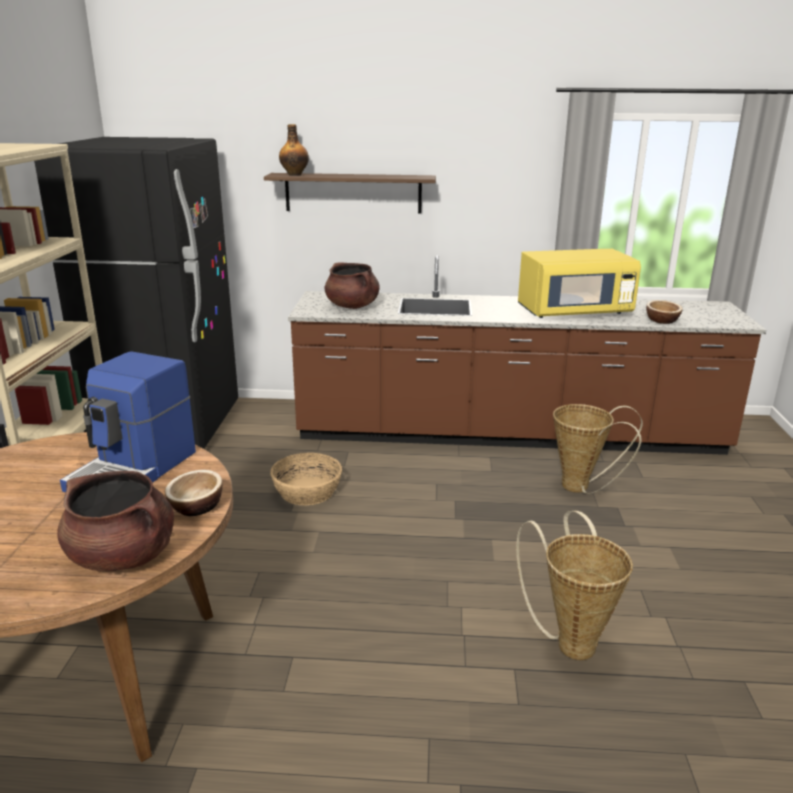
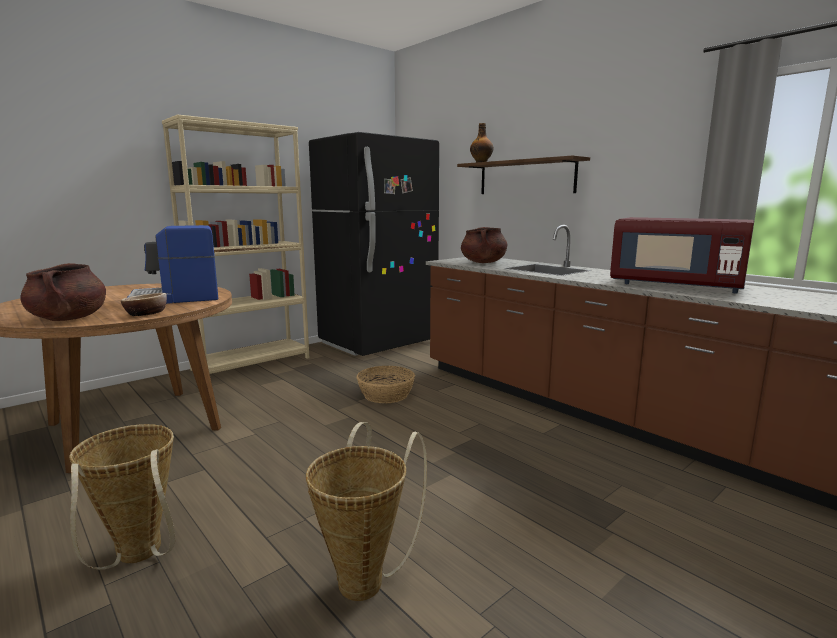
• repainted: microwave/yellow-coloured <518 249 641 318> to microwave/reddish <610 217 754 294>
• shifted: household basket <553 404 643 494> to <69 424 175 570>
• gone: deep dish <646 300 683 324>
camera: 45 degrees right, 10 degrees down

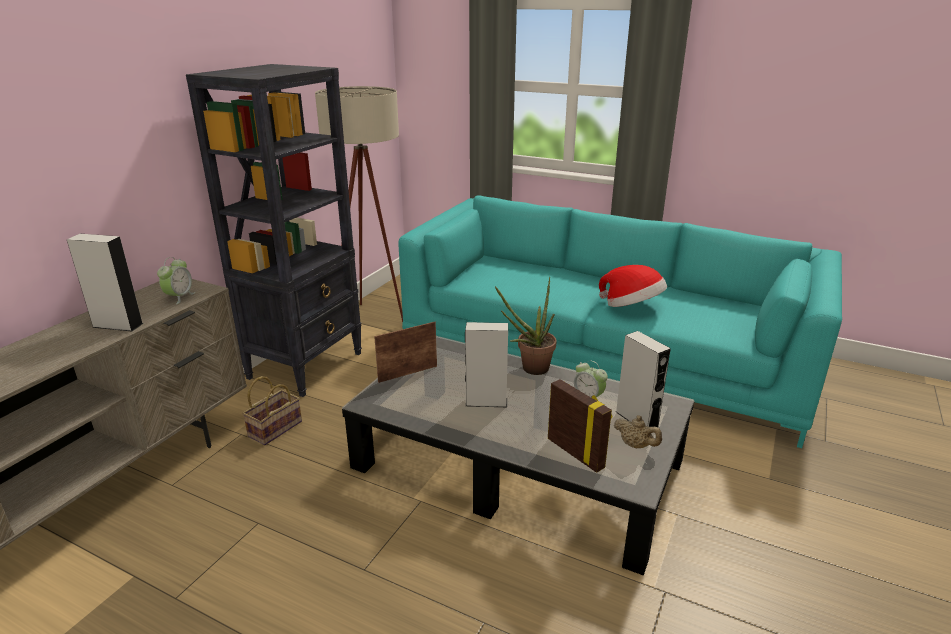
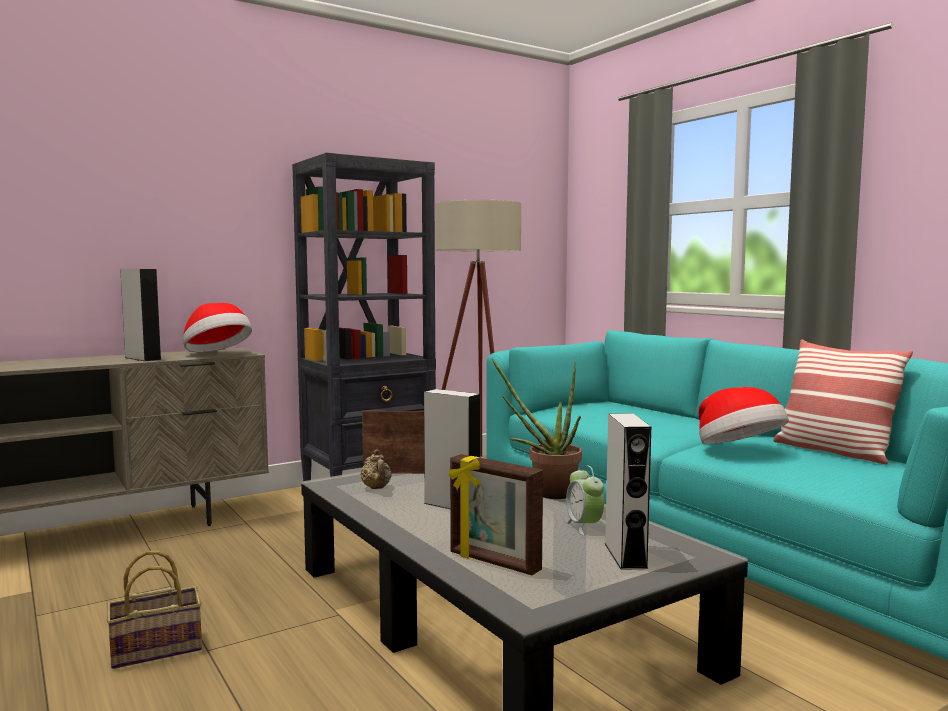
• swapped: table clock <157 257 195 304> to hat <183 303 252 352>
• shifted: household basket <242 376 302 445> to <107 551 202 669>
• rotated: standing frame <548 379 612 473> = <448 454 543 575> 135 degrees clockwise
• shifted: pot for tea/sand-coloured <614 415 662 448> to <360 450 392 489>
• new: throw pillow <773 340 913 465>
camera: 30 degrees right, 20 degrees down

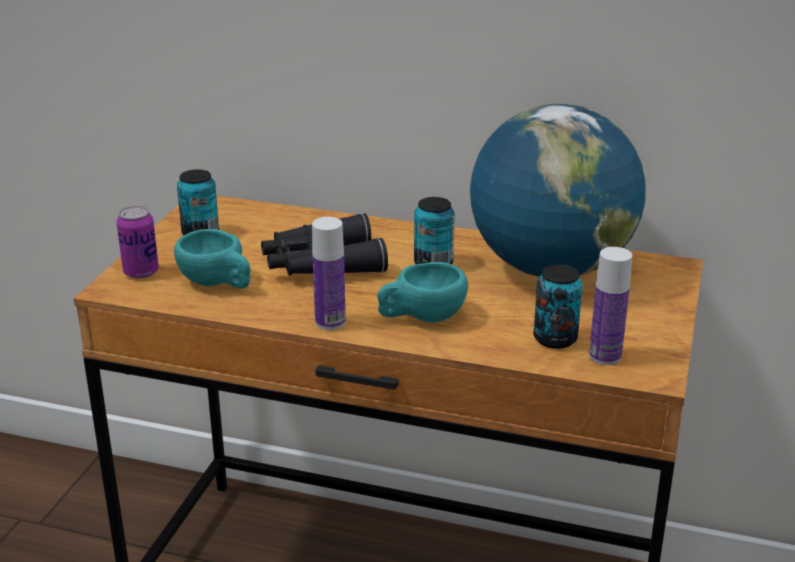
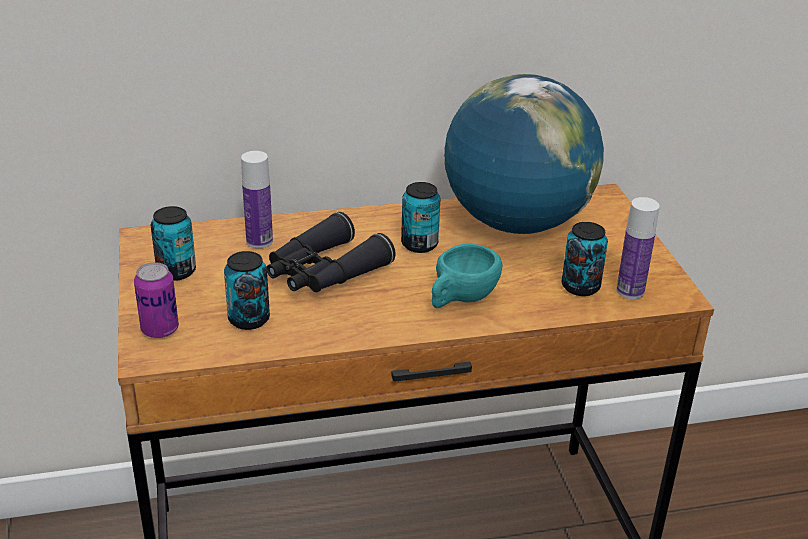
• swapped: drinking cup/blue-green <174 229 251 289> to can <224 251 270 330>
• shifted: drink bottle <312 217 346 330> to <241 151 273 249>
camera: 30 degrees left, 5 degrees up

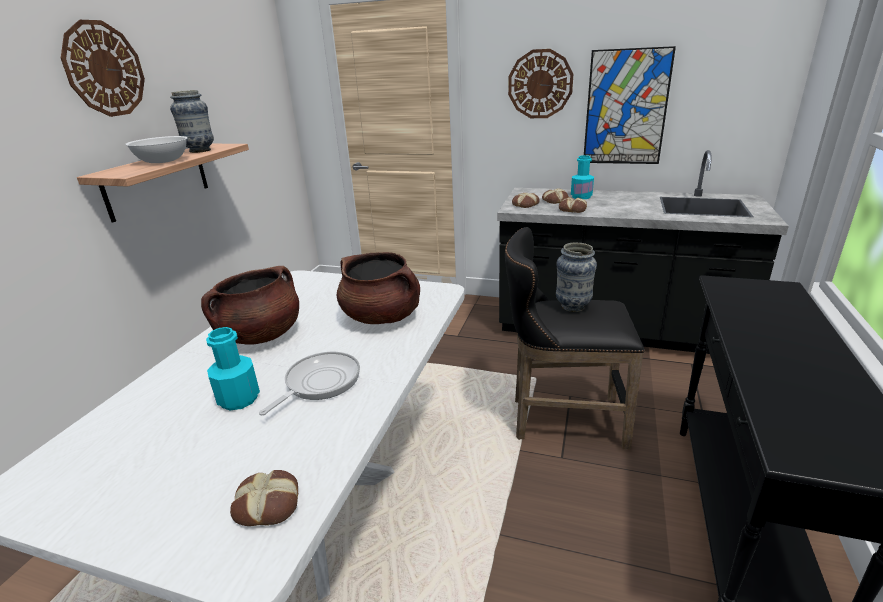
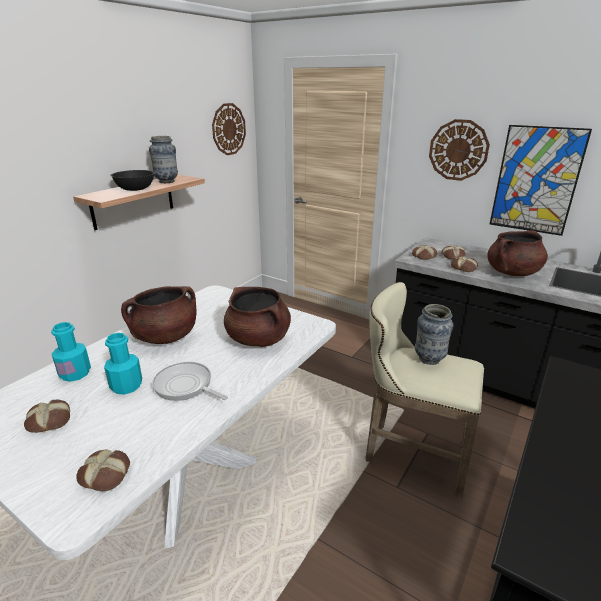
• shifted: hanging clock <61 20 145 117> to <212 103 246 155>
• repainted: deep dish/whitish <125 136 188 163> to deep dish/blackish <110 170 155 191>
• rotated: skillet <259 352 360 415> = <152 362 228 401> 105 degrees counterclockwise
• repainted: sitting stool/blackish <505 227 645 449> to sitting stool/sand-coloured <365 282 484 496>
• shifted: drink bottle/blue-green <571 155 594 199> to <51 322 91 382>
• new: bakery bread <24 400 70 433>
• new: saucepot/brown-coloured <488 231 548 276>
camera: 15 degrees right, 0 degrees up

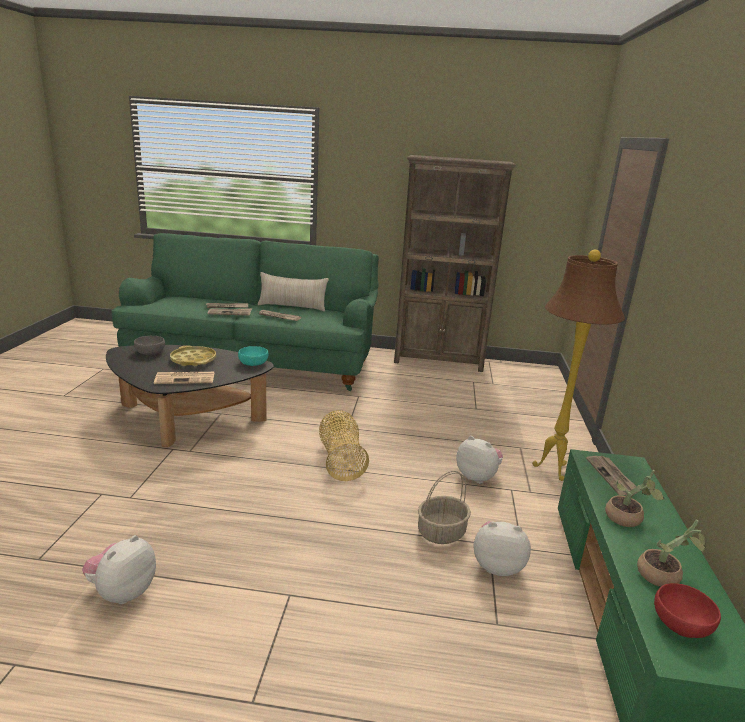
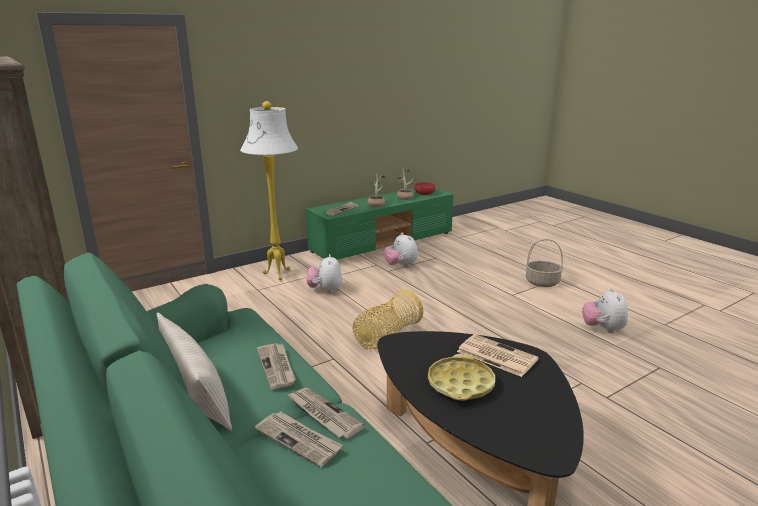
• rotated: cuddly toy <82 535 156 604> = <582 288 628 333> 105 degrees clockwise
• gone: deep dish/grey <134 336 165 355>
• gone: deep dish/blue-green <238 346 268 366>
• shifted: household basket <418 471 471 544> to <526 239 563 287>
• repainted: standing lamp/brown-coloured <532 250 625 481> to standing lamp/whitish <240 101 298 280>
camera: 130 degrees left, 0 degrees up

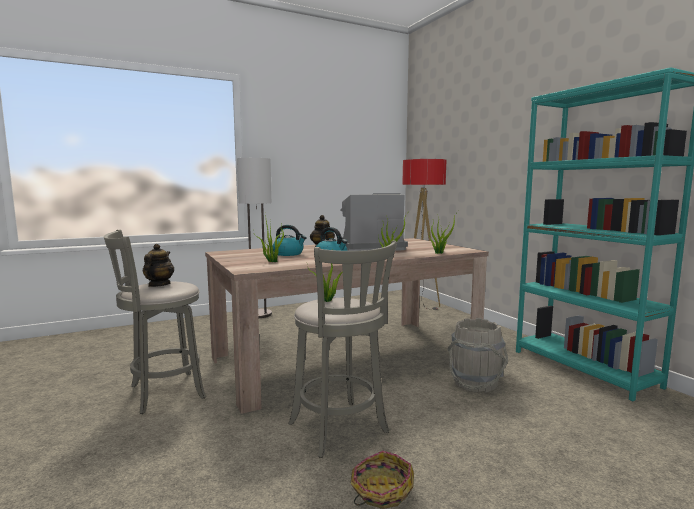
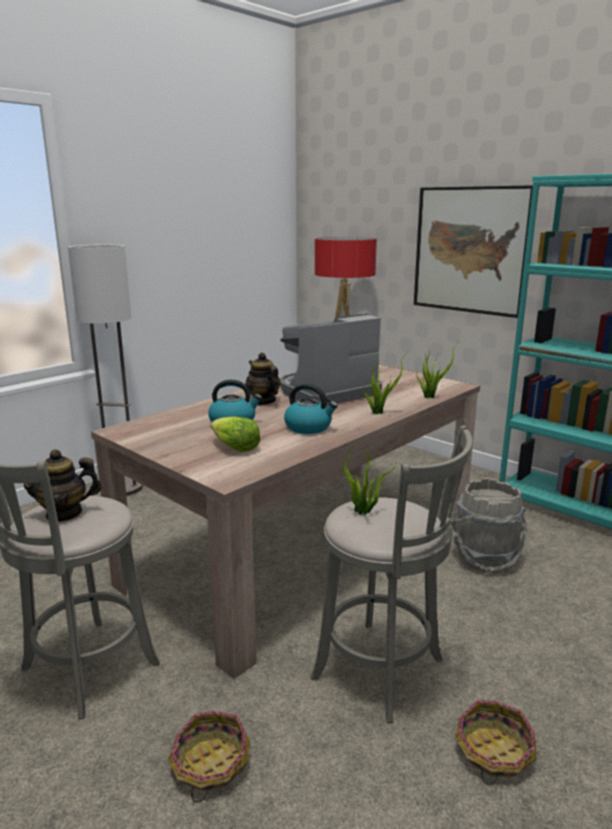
• rotated: pot for tea <143 244 175 287> = <24 449 102 522> 90 degrees counterclockwise
• swapped: houseplant <254 215 284 262> to head of lettuce <210 416 260 452>
• new: household basket <168 711 251 803>
• new: picture <414 185 533 318>
camera: 20 degrees left, 10 degrees up

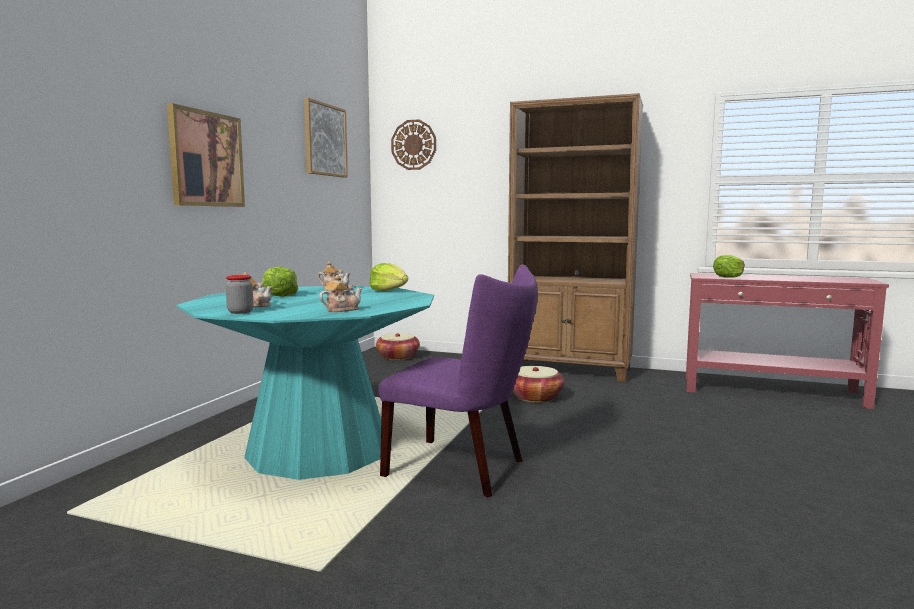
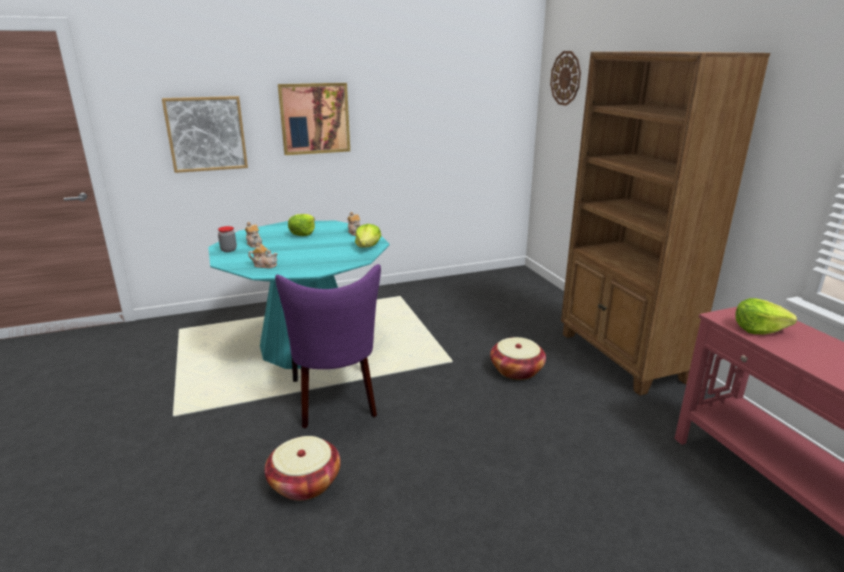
• shifted: picture <304 98 348 178> to <162 96 248 173>
• shifted: household basket <376 333 420 360> to <265 436 341 501>
camera: 50 degrees right, 15 degrees up

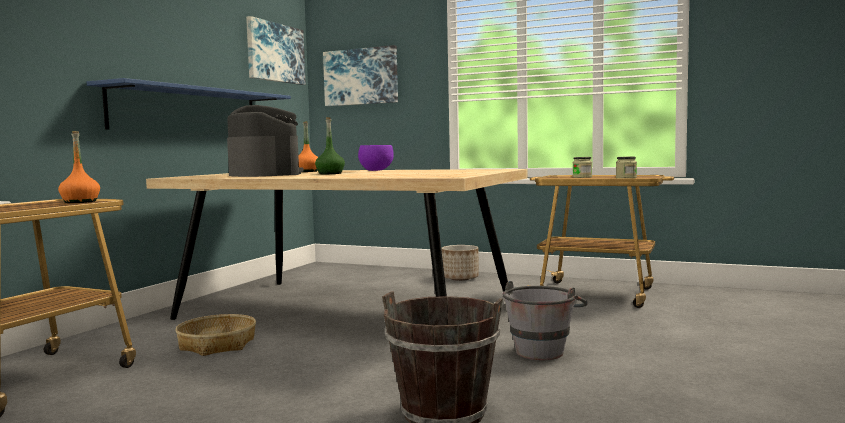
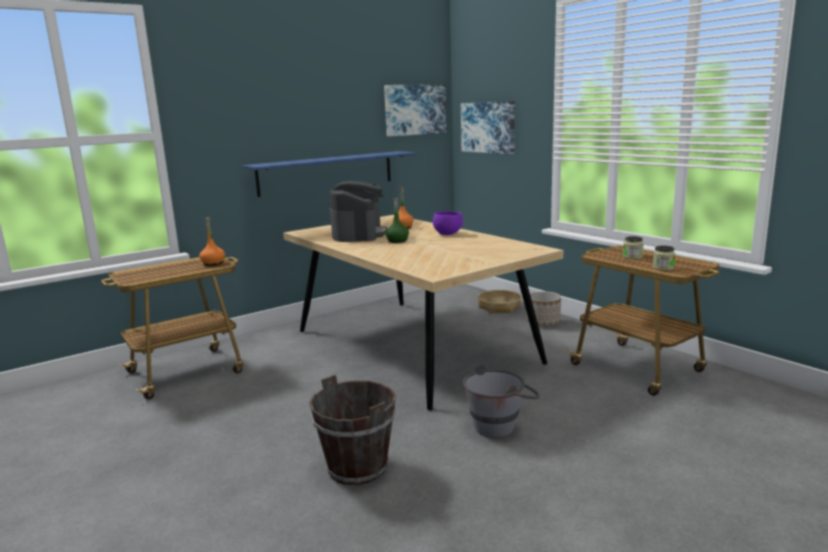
• shifted: household basket <176 314 256 356> to <477 290 521 313>
camera: 30 degrees right, 10 degrees up

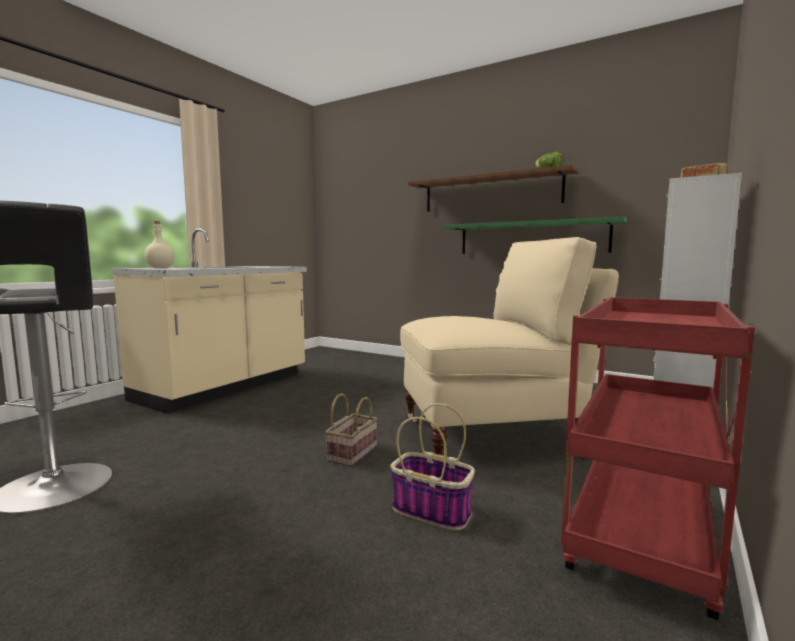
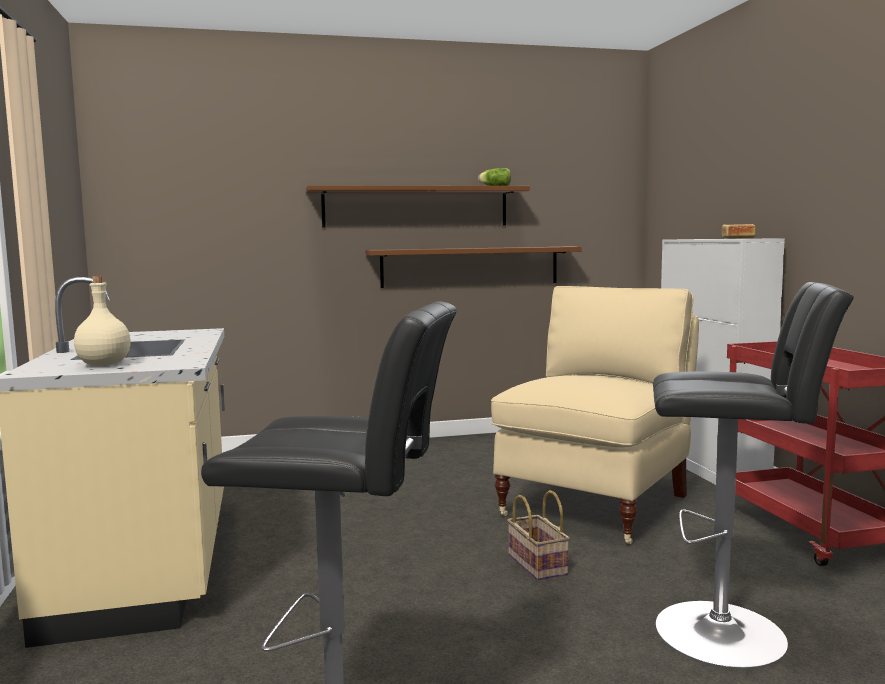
• gone: household basket <390 403 475 531>
• repainted: wall shelf/greenish <444 217 627 254> to wall shelf/brown-coloured <365 247 582 288>
• new: sitting stool/blackish <653 282 854 669>
camera: 45 degrees left, 0 degrees up

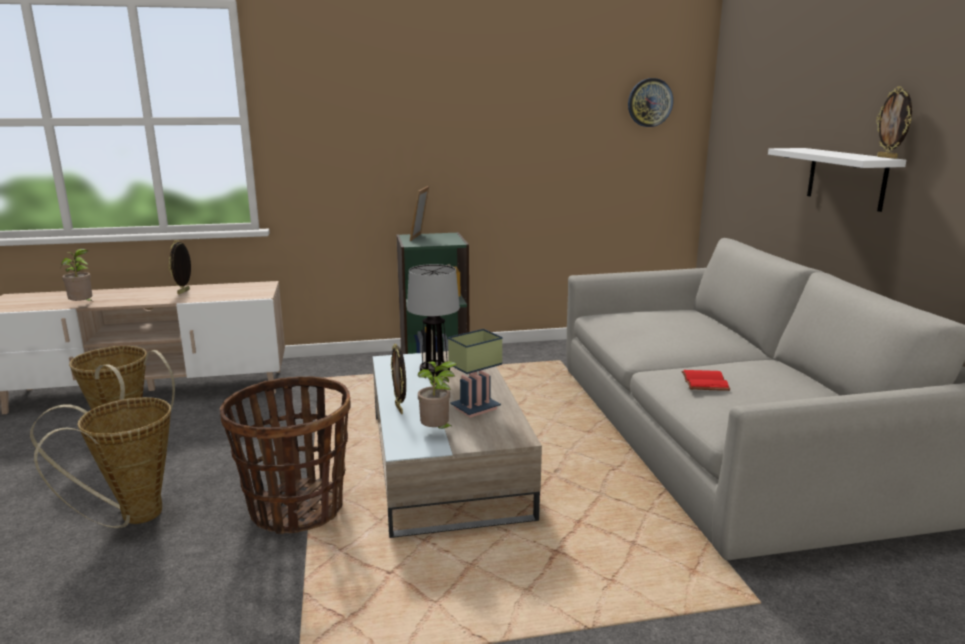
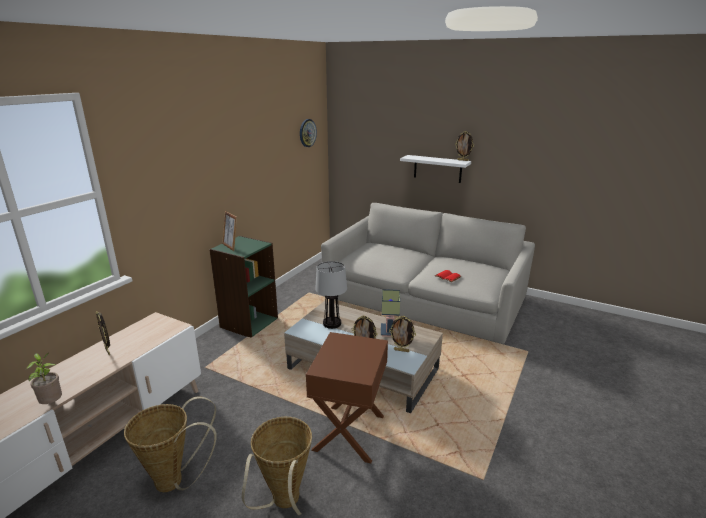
• swapped: household basket <220 376 351 534> to accent table/brown-coloured <306 332 388 463>
• swapped: houseplant <418 361 457 429> to standing frame <389 316 416 352>
camera: 50 degrees left, 5 degrees up

